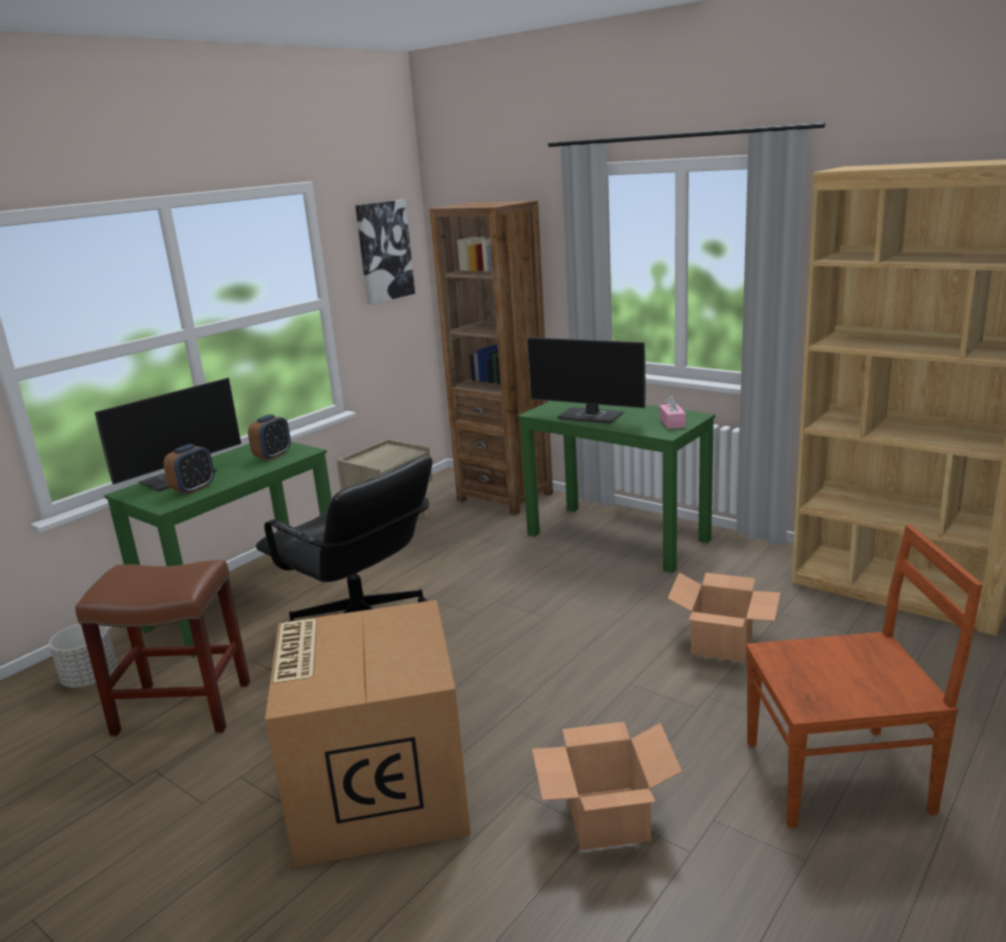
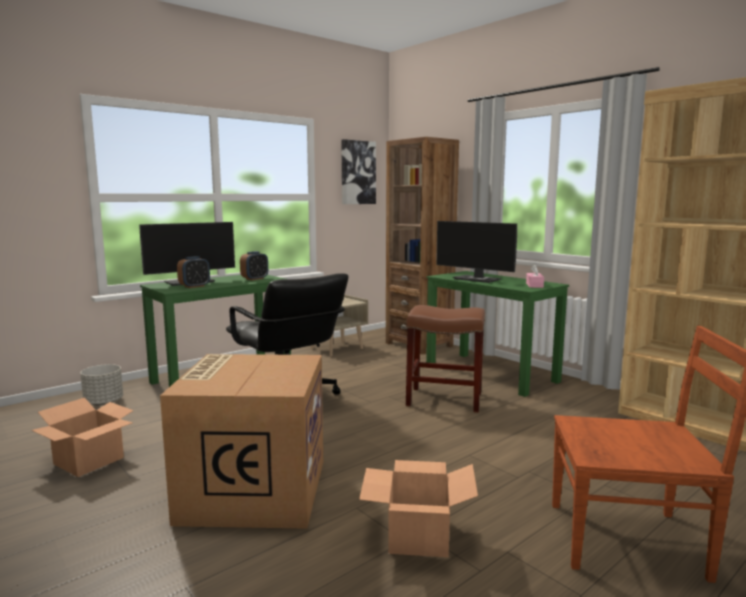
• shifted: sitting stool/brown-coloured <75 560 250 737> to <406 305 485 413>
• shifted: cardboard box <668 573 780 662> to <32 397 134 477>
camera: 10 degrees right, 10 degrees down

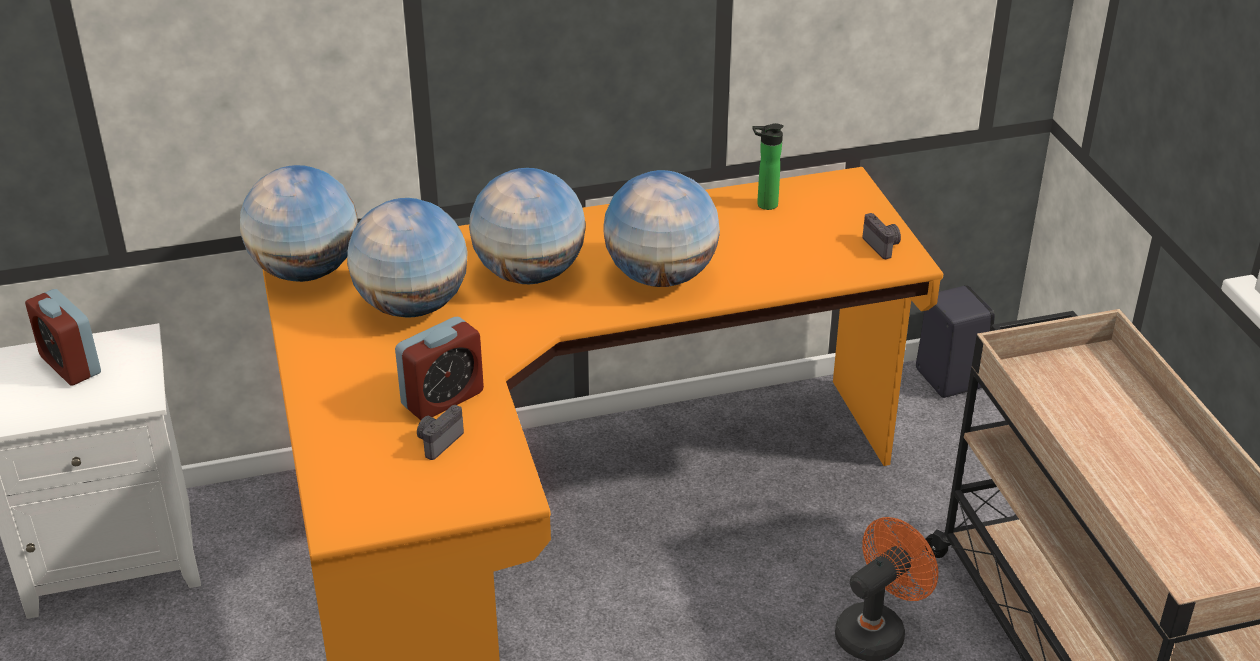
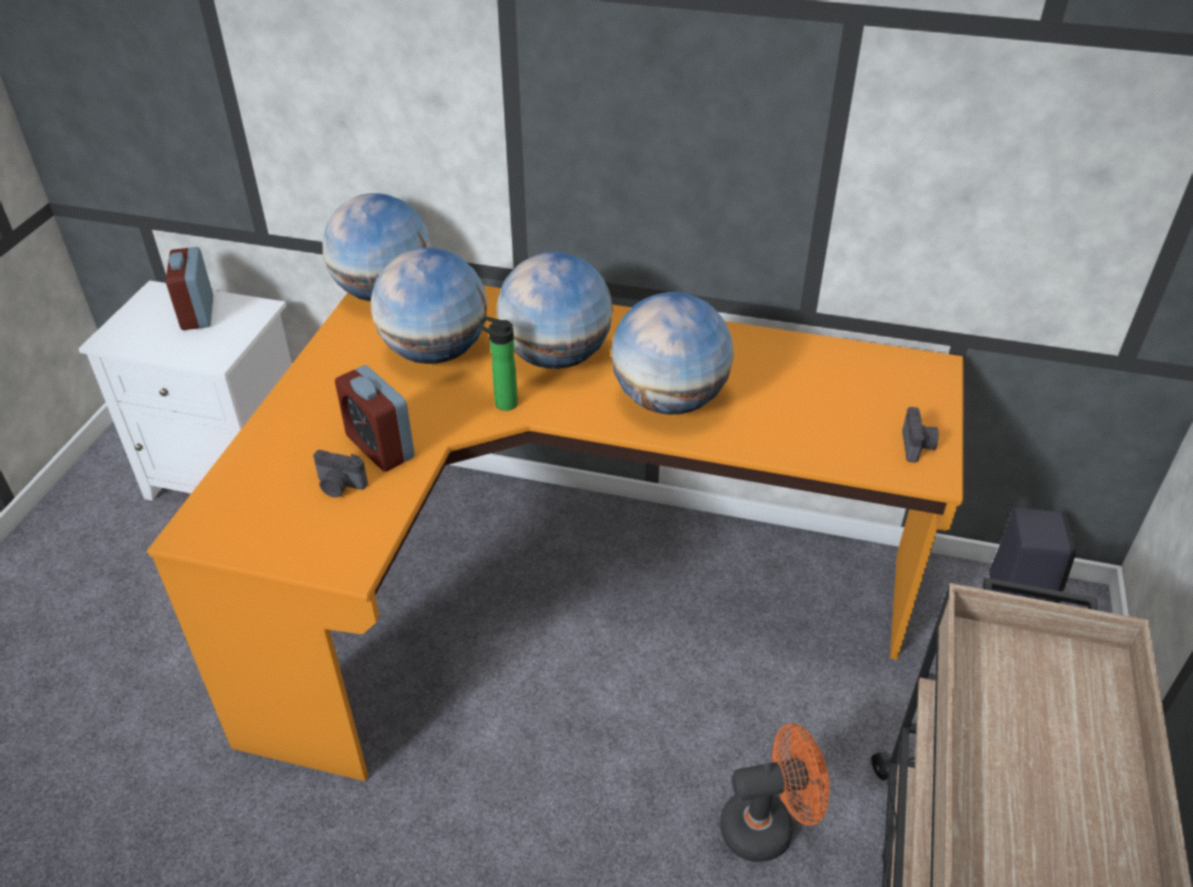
• rotated: table clock <395 317 484 420> = <335 365 415 472> 60 degrees clockwise
• rotated: photo camera <417 405 464 460> = <313 450 368 497> 135 degrees counterclockwise
• shifted: drink bottle <753 123 784 210> to <478 316 518 411>
camera: 30 degrees right, 5 degrees up

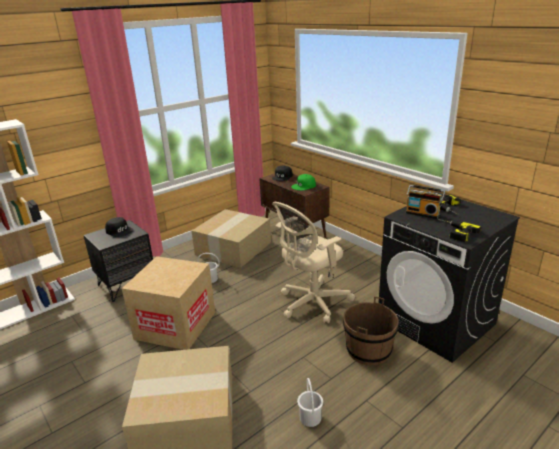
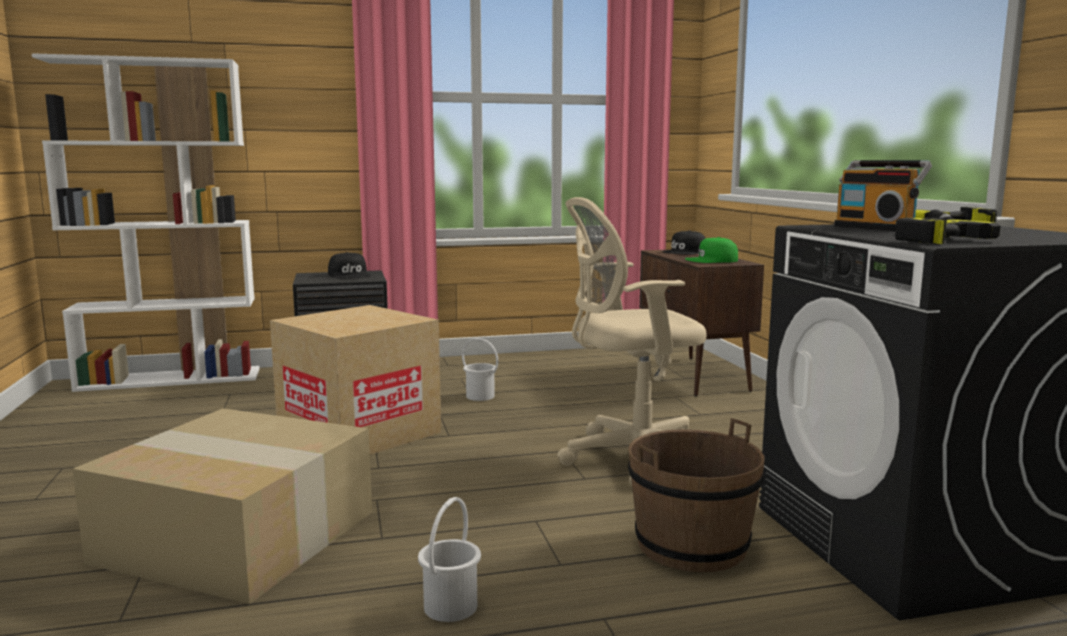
• gone: cardboard box <192 209 271 268>
camera: 25 degrees right, 15 degrees down

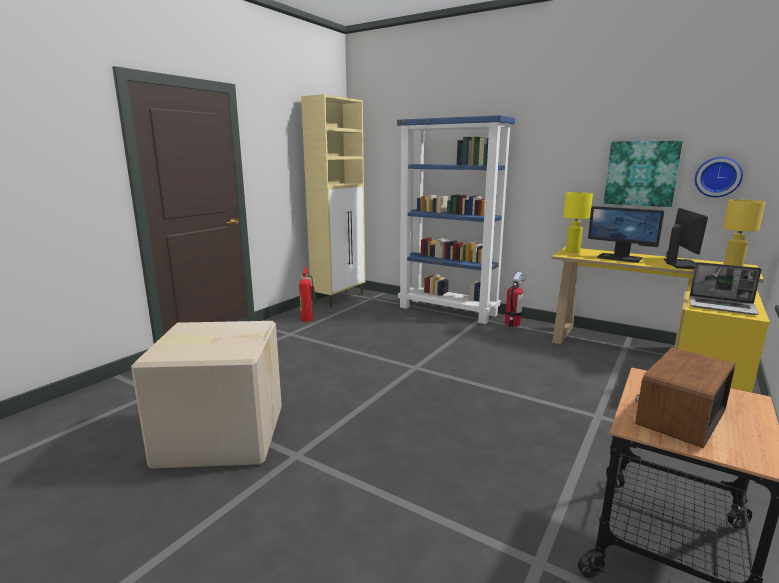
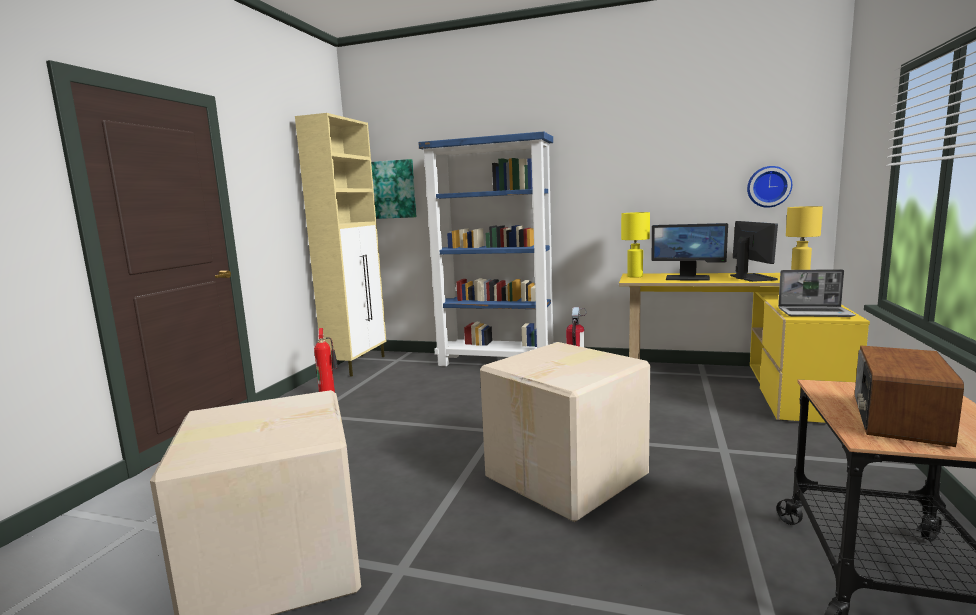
• shifted: picture <604 141 683 207> to <371 159 416 219>
• new: cardboard box <480 342 650 522>
camera: 15 degrees left, 5 degrees down

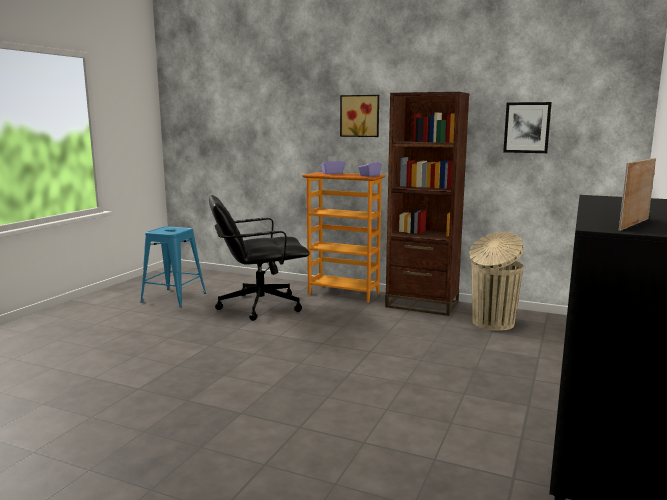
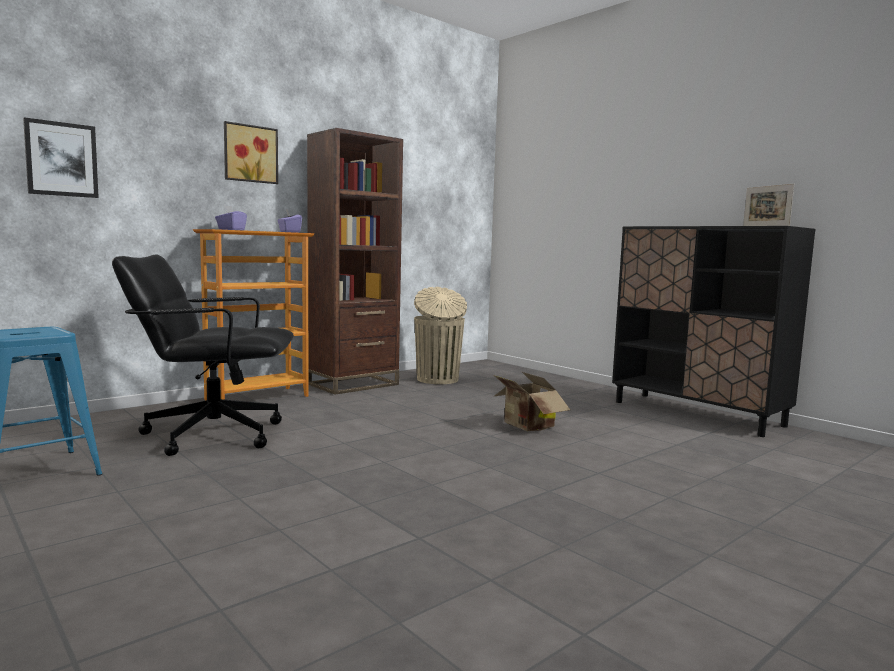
• rotated: computer chair/blackish <209 195 310 321> = <112 254 294 456> 75 degrees clockwise
• shifted: picture <503 102 552 153> to <23 117 99 198>
• new: cardboard box <493 372 570 431>
camera: 65 degrees left, 5 degrees down

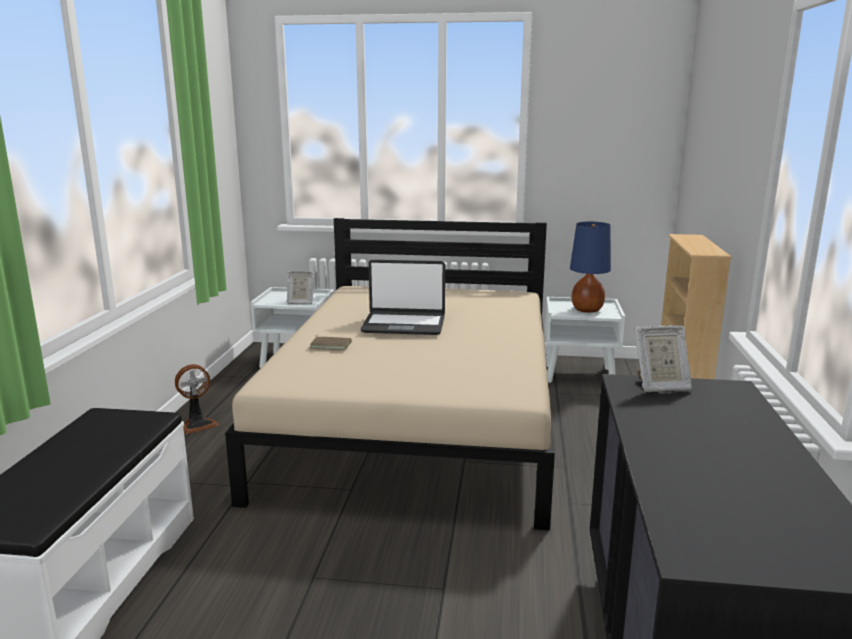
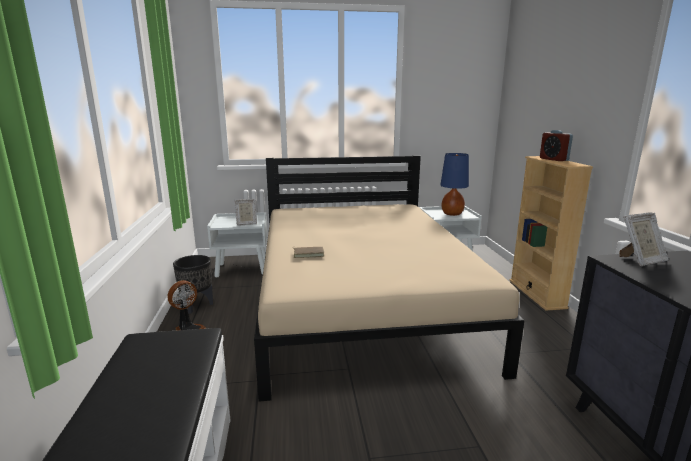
• gone: laptop <360 260 445 335>
• new: plant pot/blackish <173 255 213 314>
• new: table clock <540 130 573 161>
camera: 15 degrees left, 0 degrees up

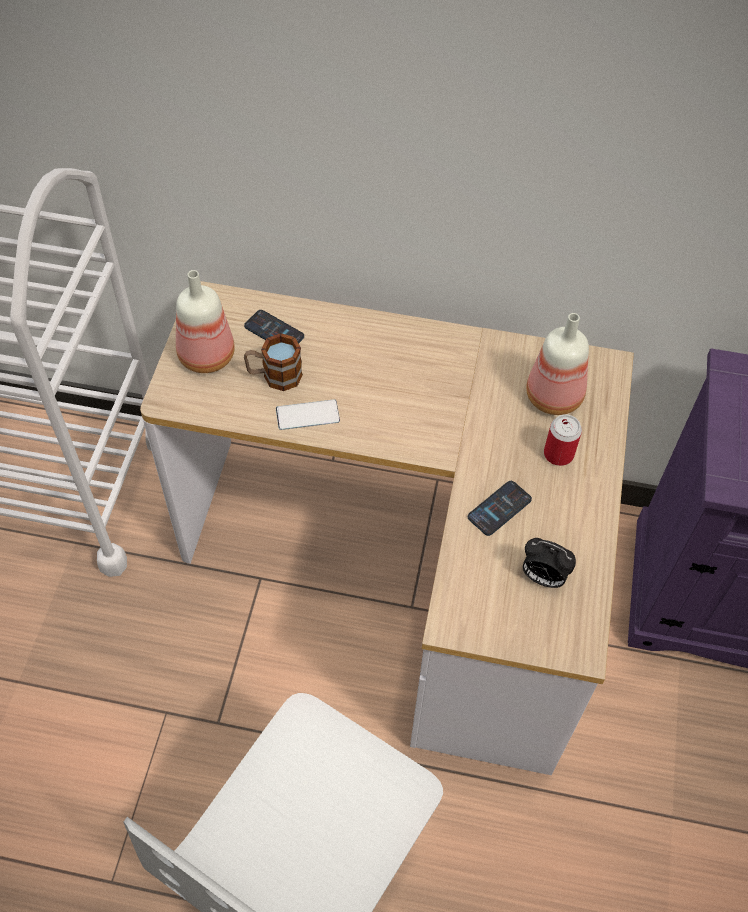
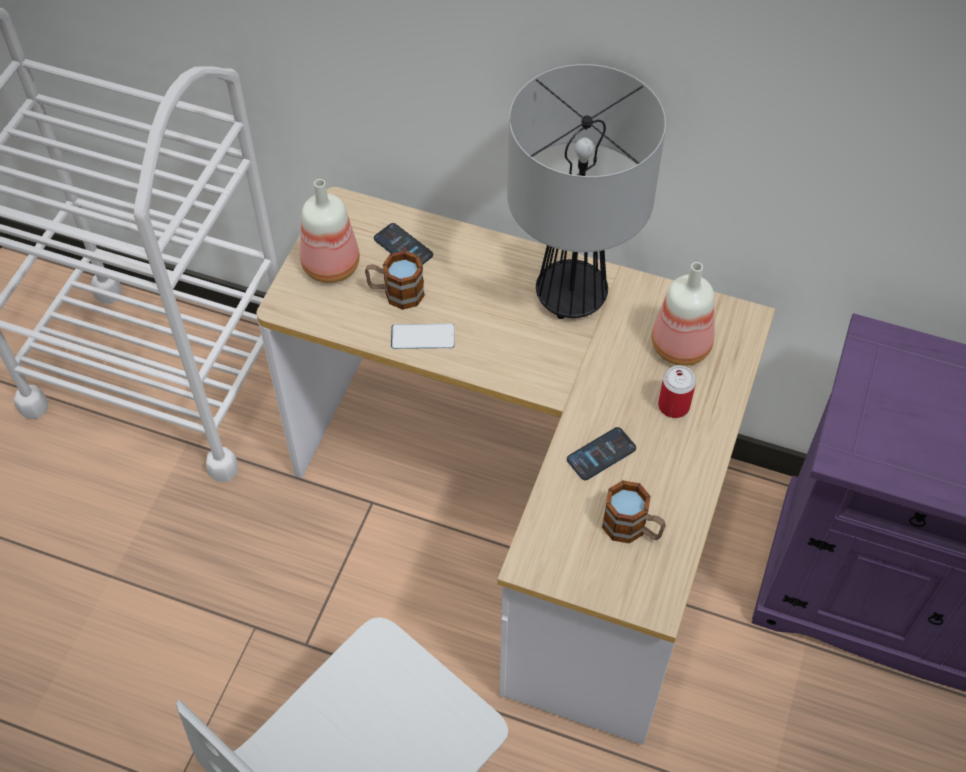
• swapped: table clock <523 538 576 588> to tea mug <602 480 666 543>
• new: lamp for a table <507 64 666 319>
camera: 10 degrees right, 0 degrees up

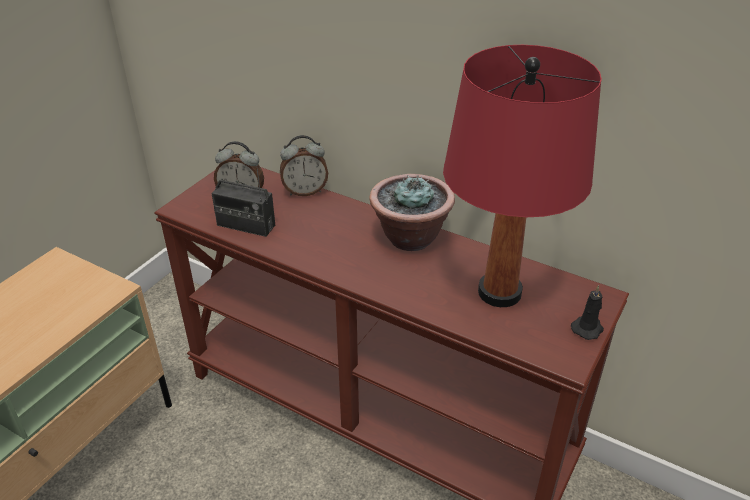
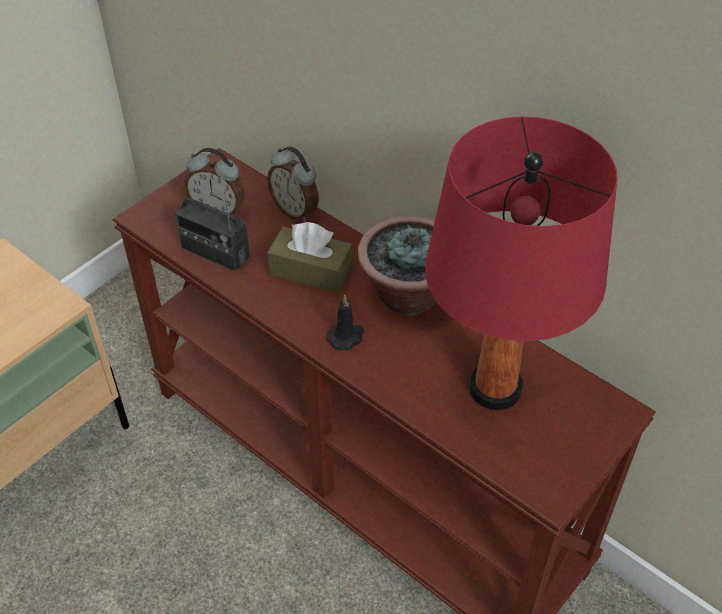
• rotated: table clock <280 135 328 196> = <267 146 319 222> 45 degrees clockwise
• shifted: candle/blackish <571 285 604 340> to <327 295 364 350>
• new: box of tissues/brown-coloured <267 222 353 293>
camera: 10 degrees right, 10 degrees up

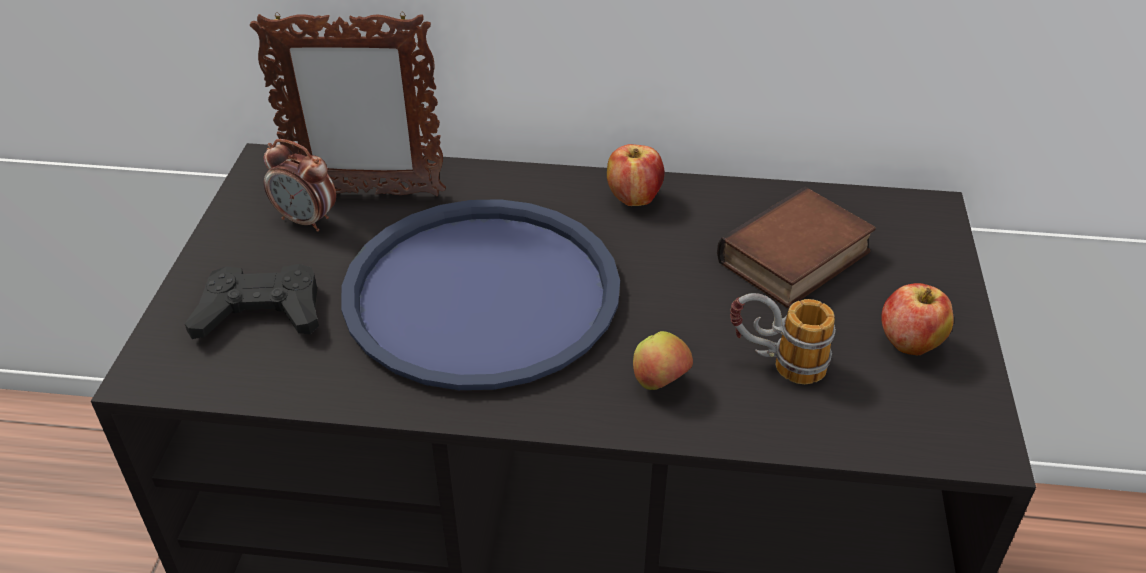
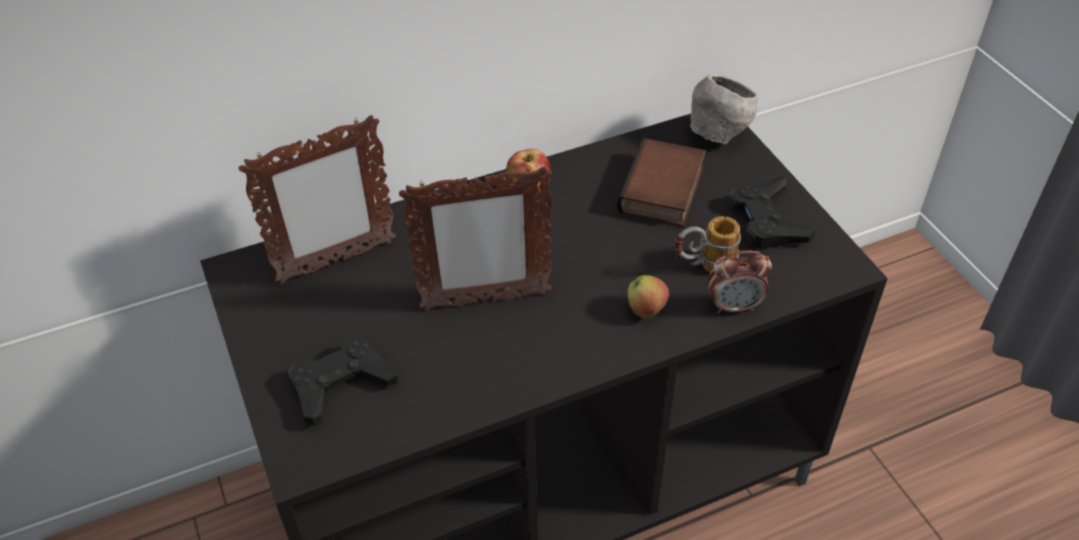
• shifted: table clock <264 139 336 232> to <708 251 772 314>
• swapped: tray/blue-coloured <341 199 620 390> to standing frame <399 166 552 311>
• swapped: apple fruit <881 283 954 355> to joypad/blackish <729 177 816 249>
• new: deep dish/grey <690 74 758 145>
camera: 30 degrees left, 5 degrees up

